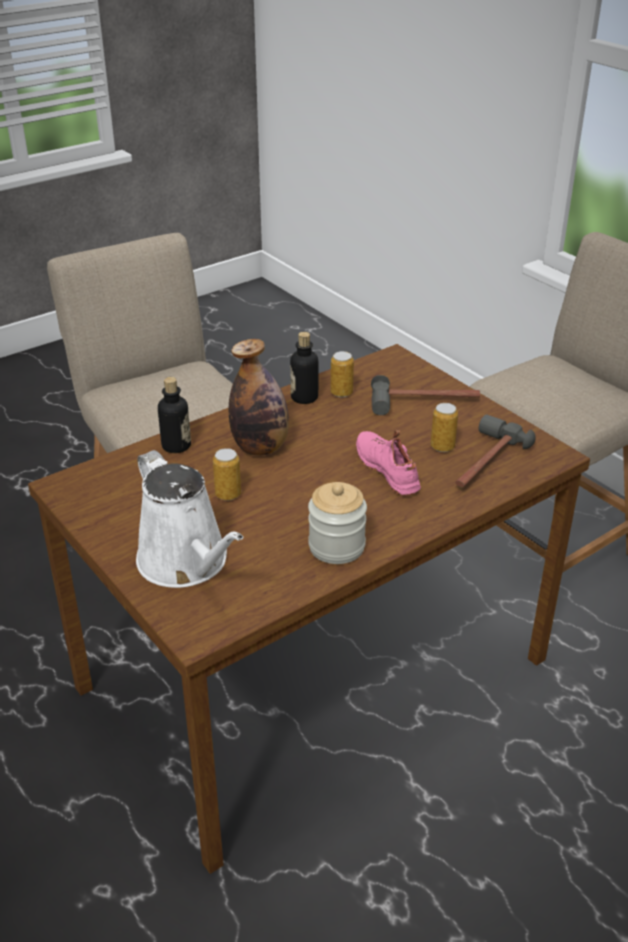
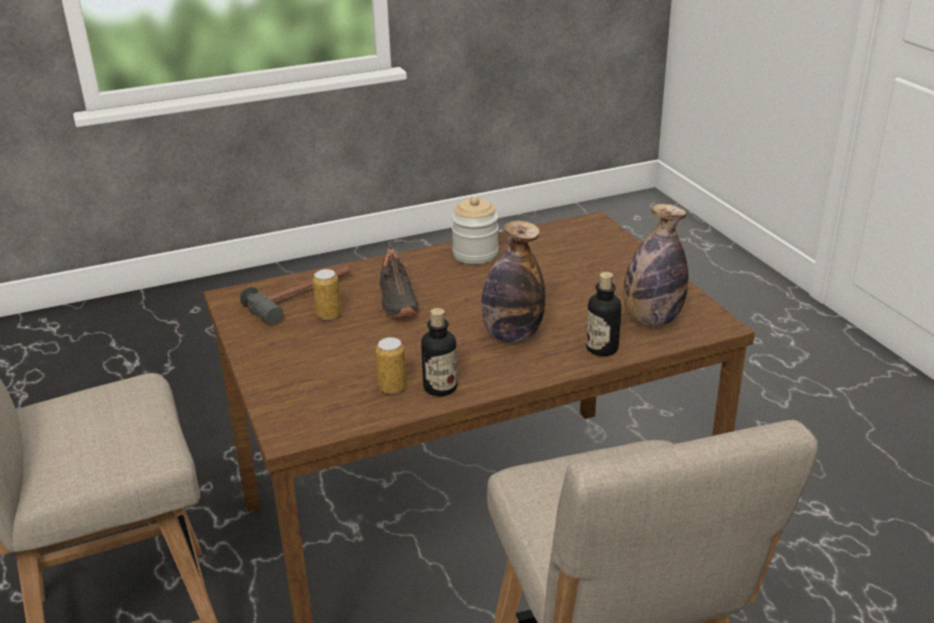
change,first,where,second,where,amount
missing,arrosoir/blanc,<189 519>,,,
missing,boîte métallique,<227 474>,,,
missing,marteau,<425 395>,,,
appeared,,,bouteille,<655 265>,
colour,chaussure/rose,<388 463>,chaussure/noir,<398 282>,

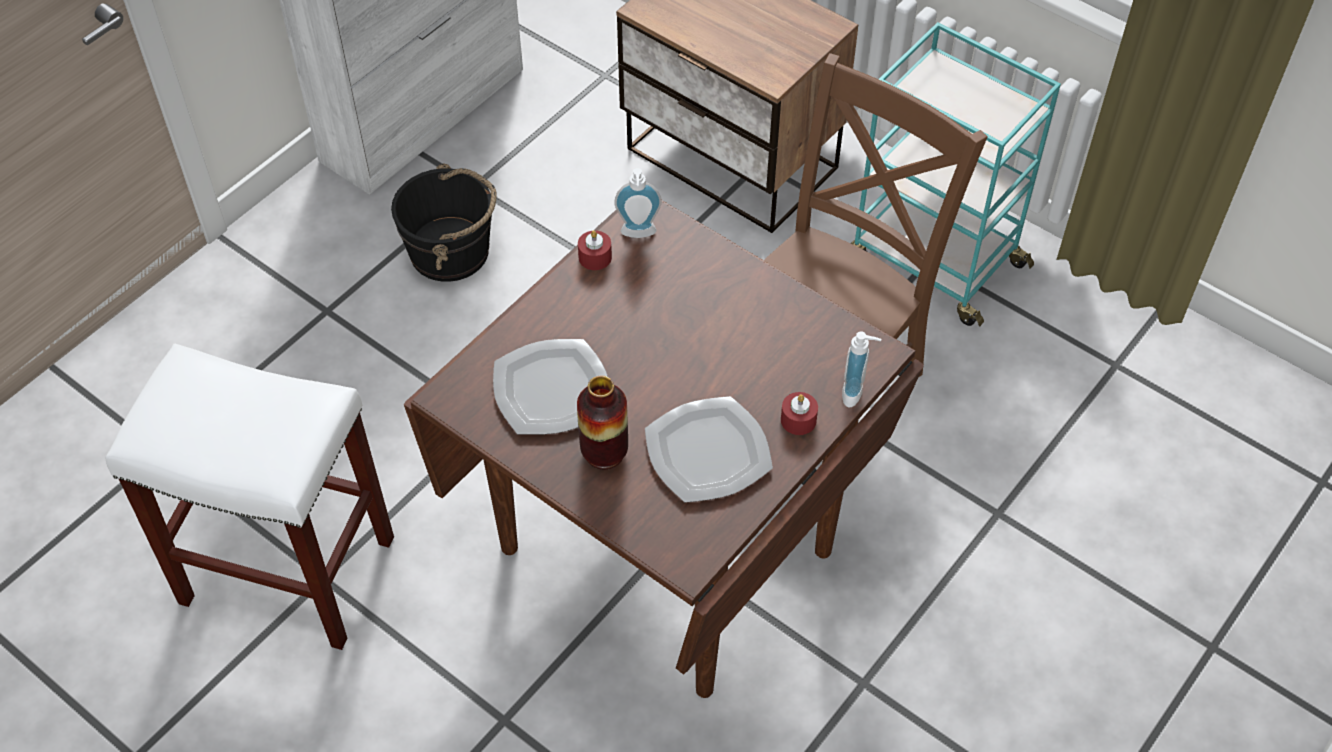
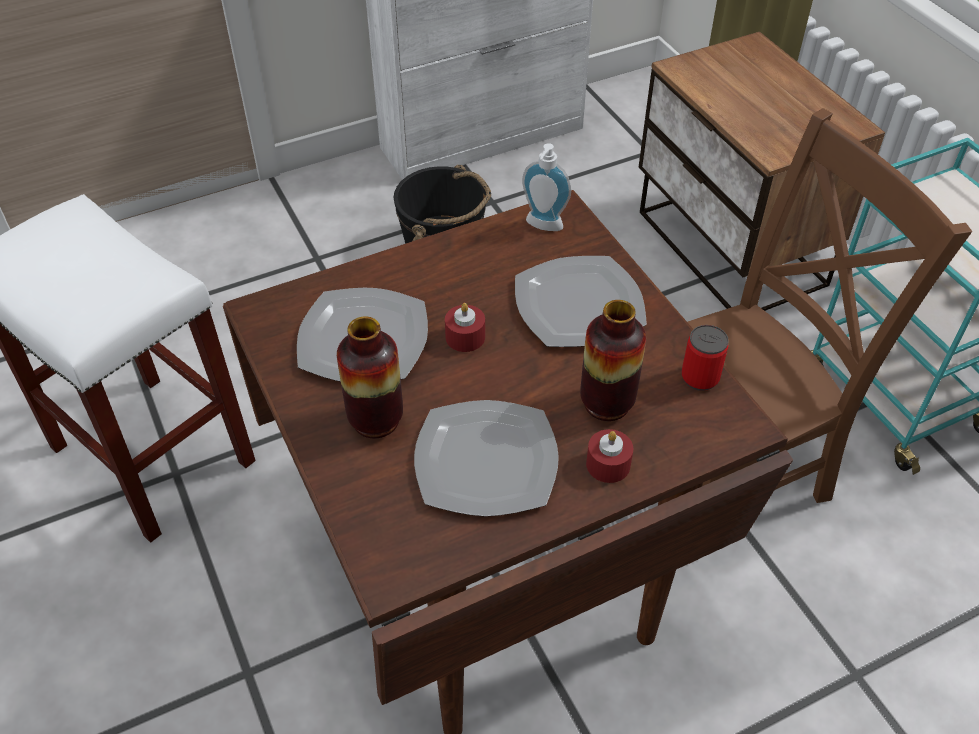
change,first,where,second,where,amount
missing,distributeur de savon,<861 369>,,,
appeared,,,assiette,<581 301>,
appeared,,,vase,<613 360>,
appeared,,,boîte métallique,<705 358>,
relocated,bougie/rouge,<595 250>,,<465 327>,

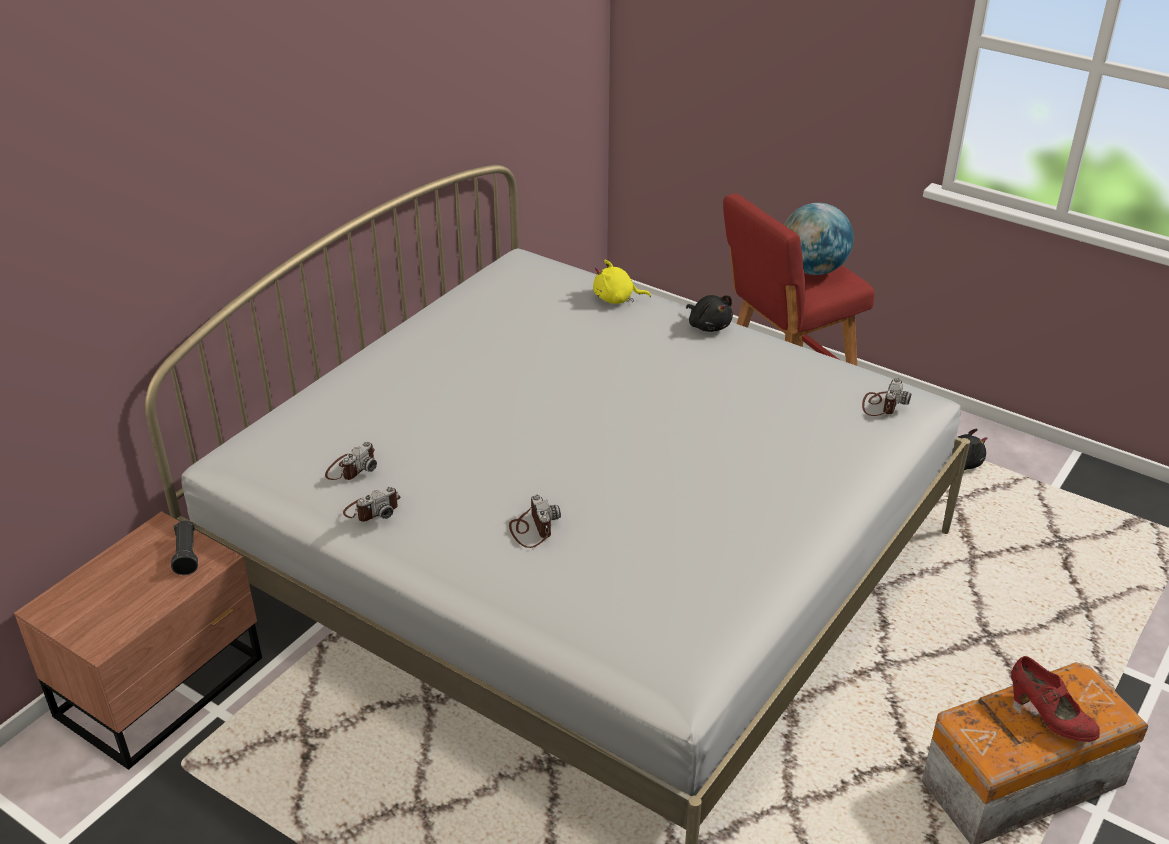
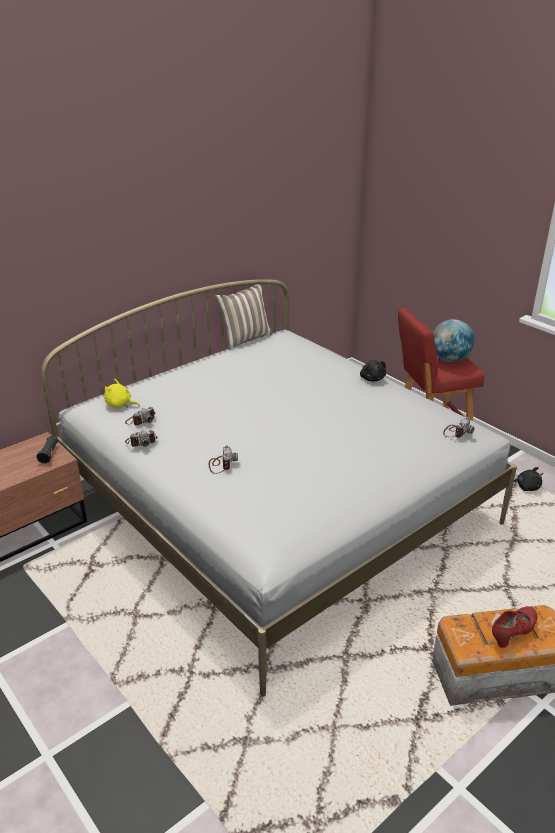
change,first,where,second,where,amount
appeared,,,coussin,<243 316>,
relocated,peluche/jaune,<622 282>,,<122 393>,
spun,chaussure/rouge,<1055 699>,,<515 627>,105 degrees counterclockwise

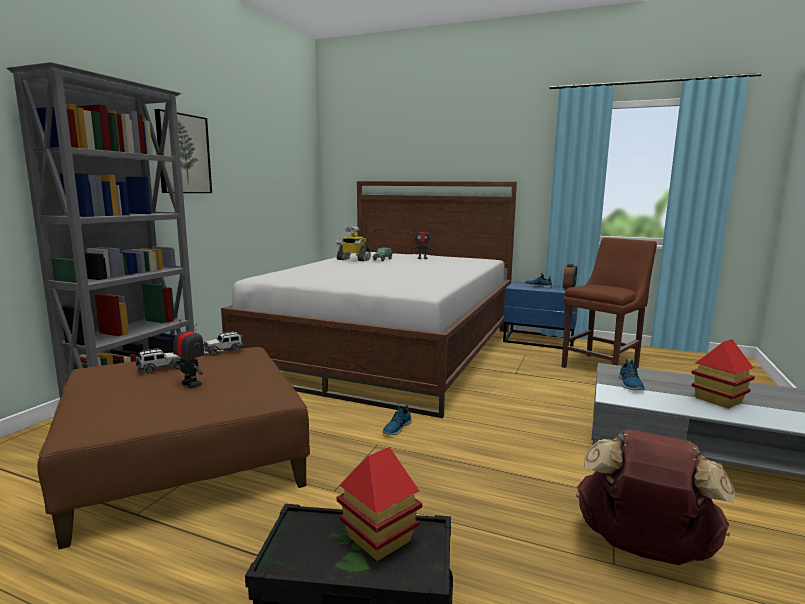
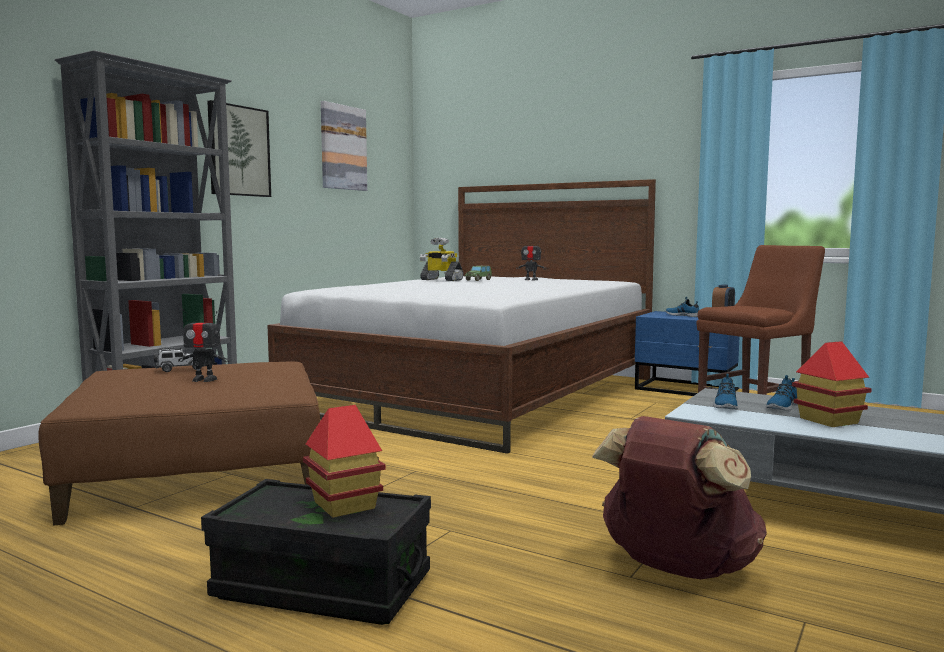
change,first,where,second,where,amount
missing,petite voiture,<224 343>,,,
appeared,,,tableau,<344 146>,
relocated,chaussure,<397 420>,,<782 393>,
spun,robot jouet,<188 354>,,<204 345>,135 degrees clockwise

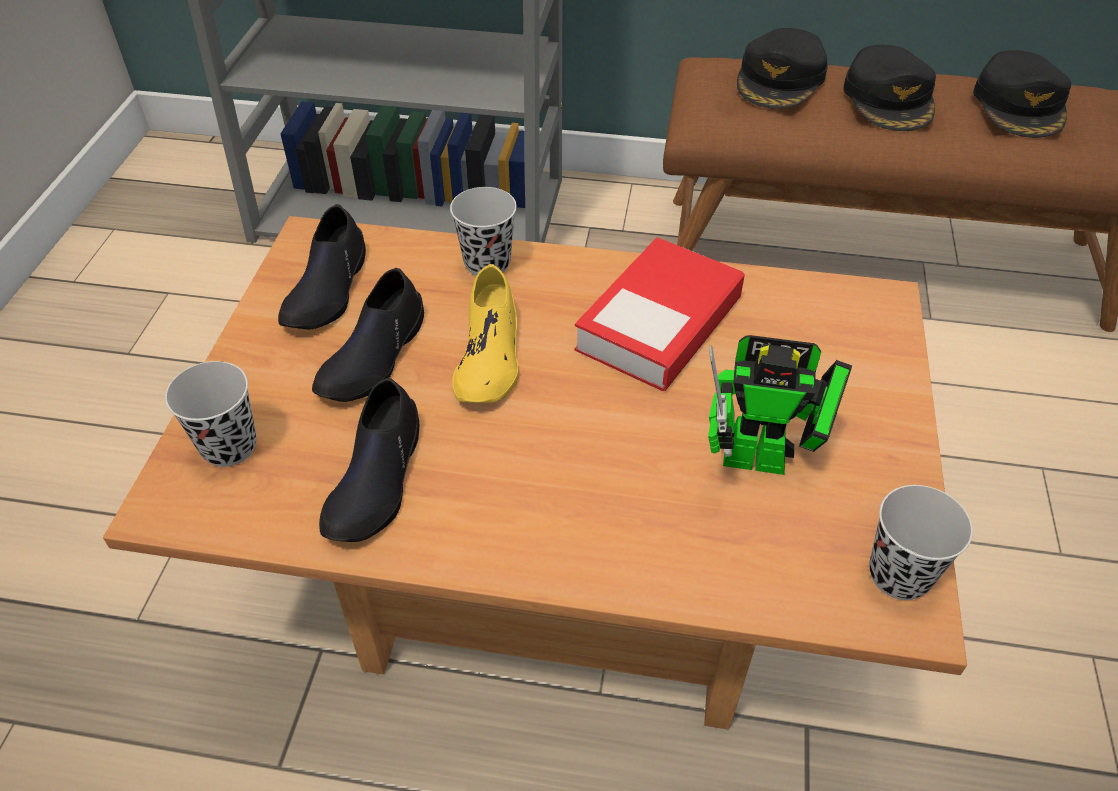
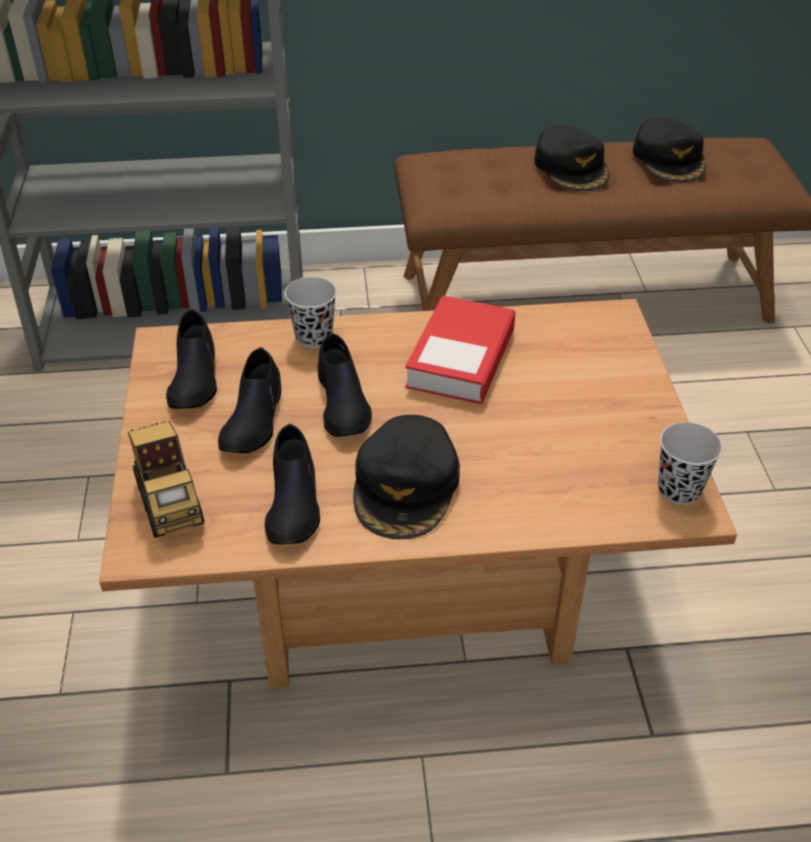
change,first,where,second,where,amount
missing,robot jouet,<780 405>,,,
relocated,casquette/noir,<782 68>,,<407 477>,
exchanged,tasse/noir,<210 414>,camion jouet,<166 479>,
colour,chaussure/jaune,<485 333>,chaussure/noir,<344 385>,

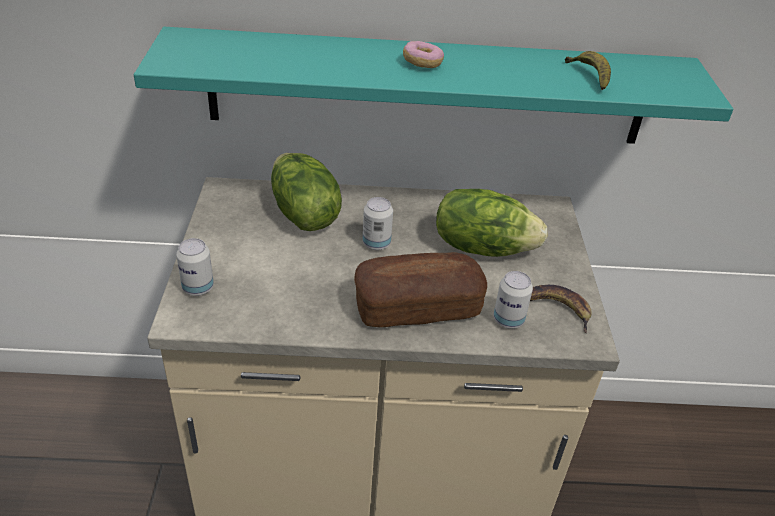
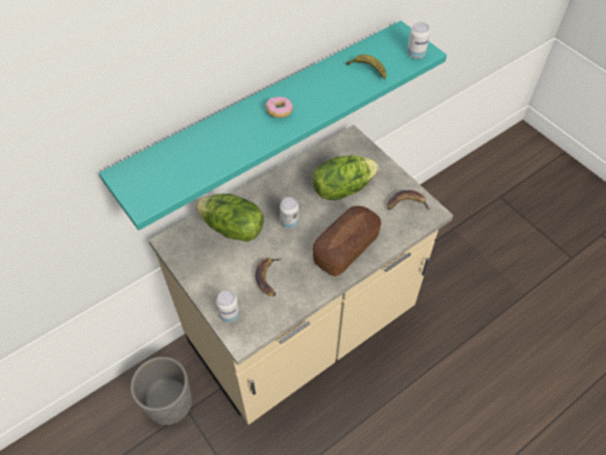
change,first,where,second,where,amount
appeared,,,cache-pot/gris,<161 391>,
appeared,,,banane,<268 277>,
relocated,boîte métallique,<513 300>,,<418 40>,

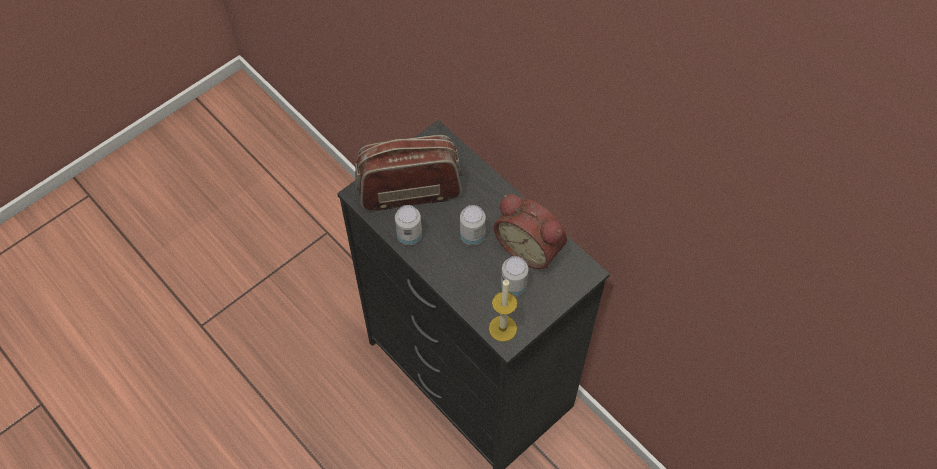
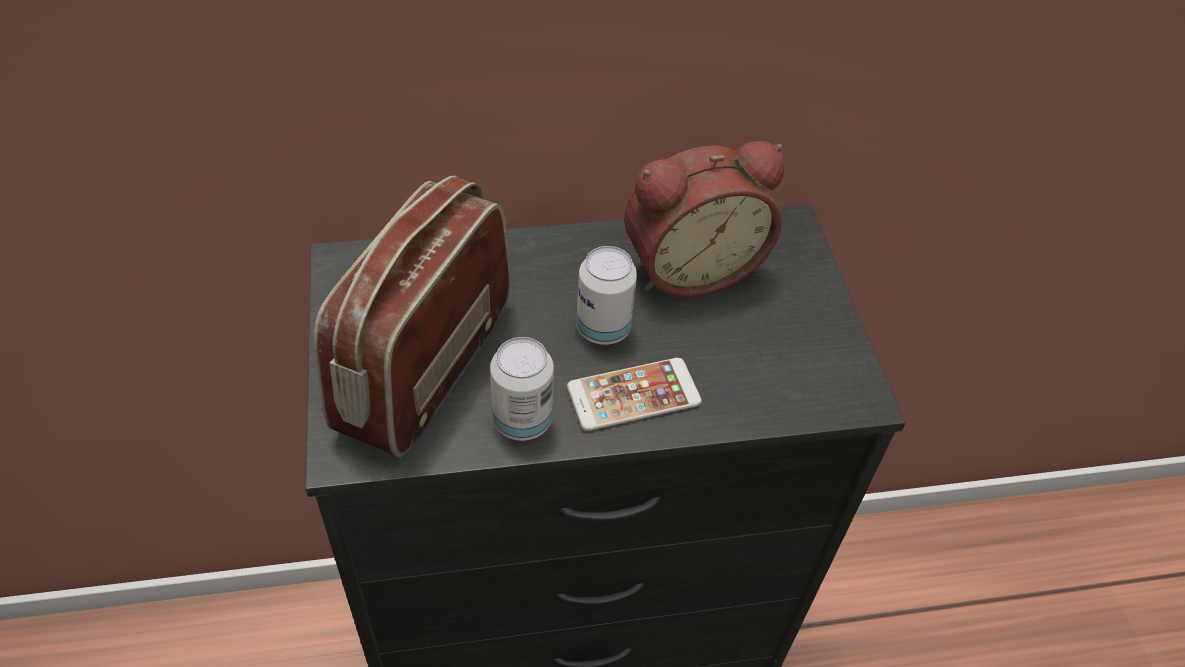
change,first,where,second,where,amount
missing,bougie,<503 310>,,,
missing,boîte métallique,<514 276>,,,
appeared,,,téléphone,<634 394>,

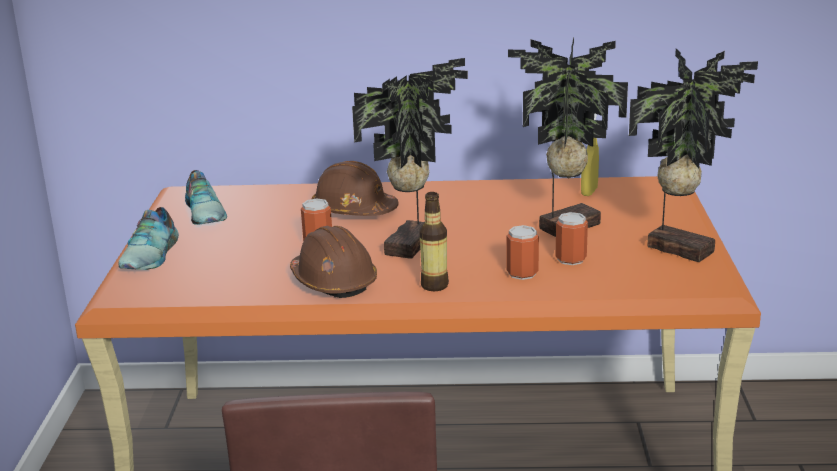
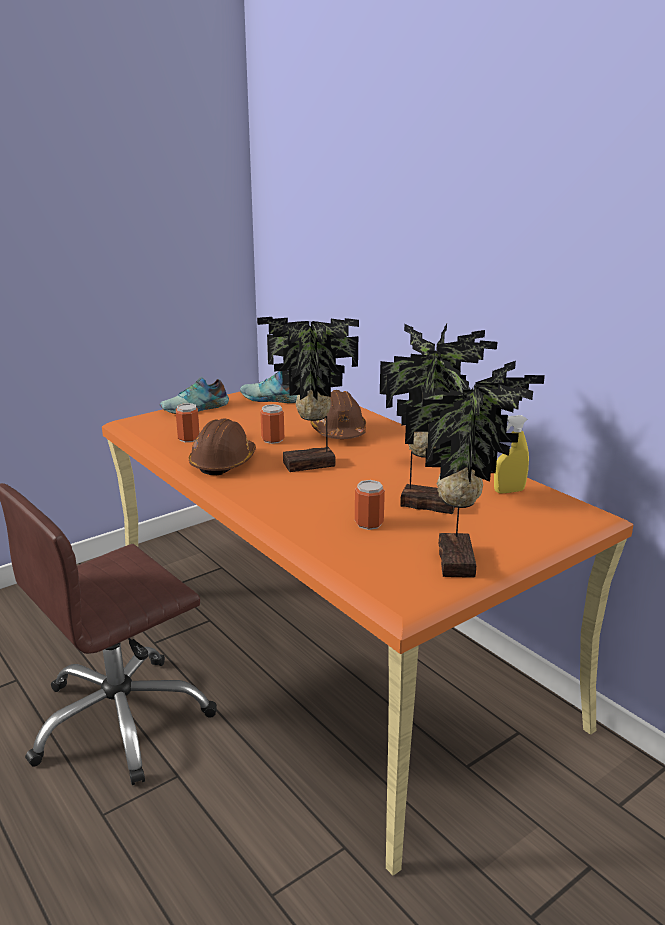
change,first,where,second,where,amount
missing,bouteille,<434 241>,,,
relocated,boîte métallique,<522 252>,,<188 422>,
spun,chaussure,<206 197>,,<269 387>,75 degrees clockwise

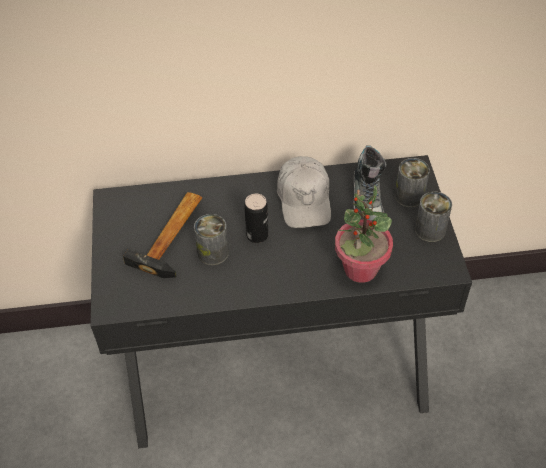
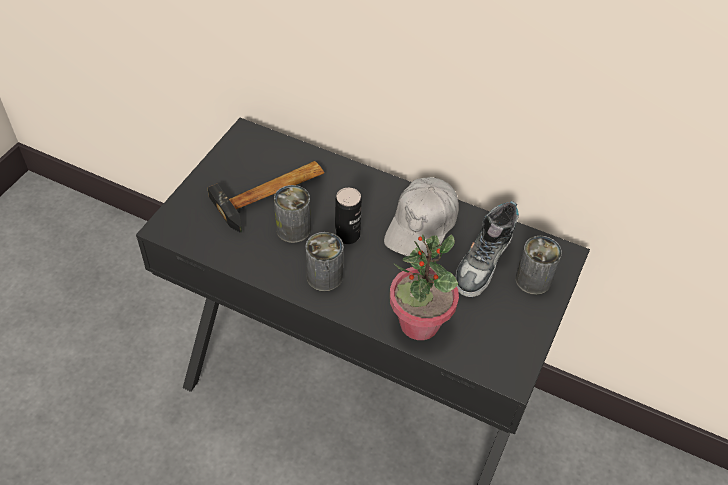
change,first,where,second,where,amount
relocated,boîte métallique,<433 216>,,<324 261>,

